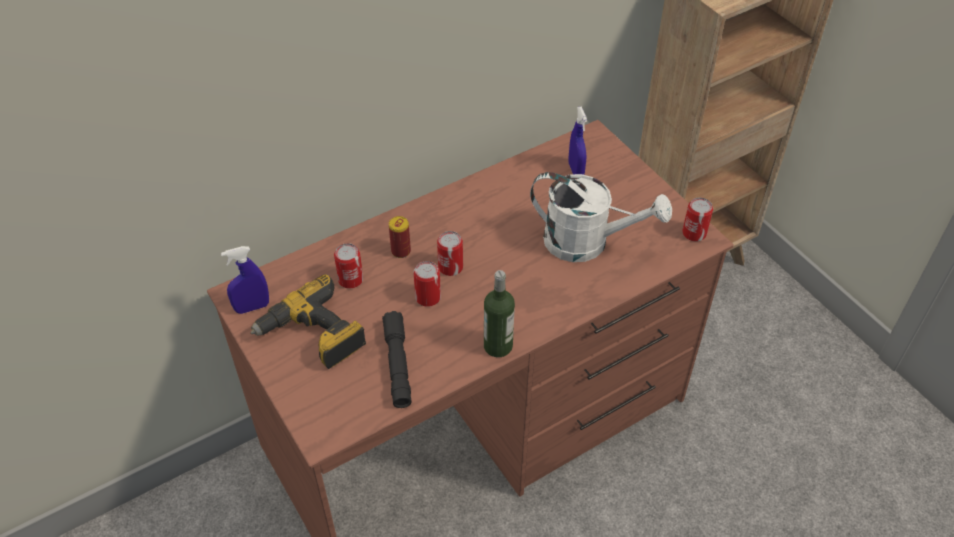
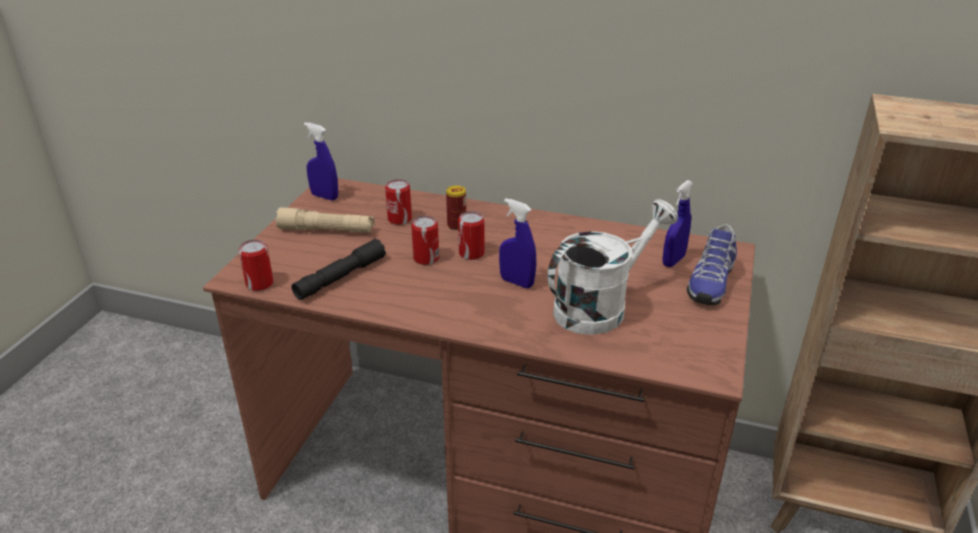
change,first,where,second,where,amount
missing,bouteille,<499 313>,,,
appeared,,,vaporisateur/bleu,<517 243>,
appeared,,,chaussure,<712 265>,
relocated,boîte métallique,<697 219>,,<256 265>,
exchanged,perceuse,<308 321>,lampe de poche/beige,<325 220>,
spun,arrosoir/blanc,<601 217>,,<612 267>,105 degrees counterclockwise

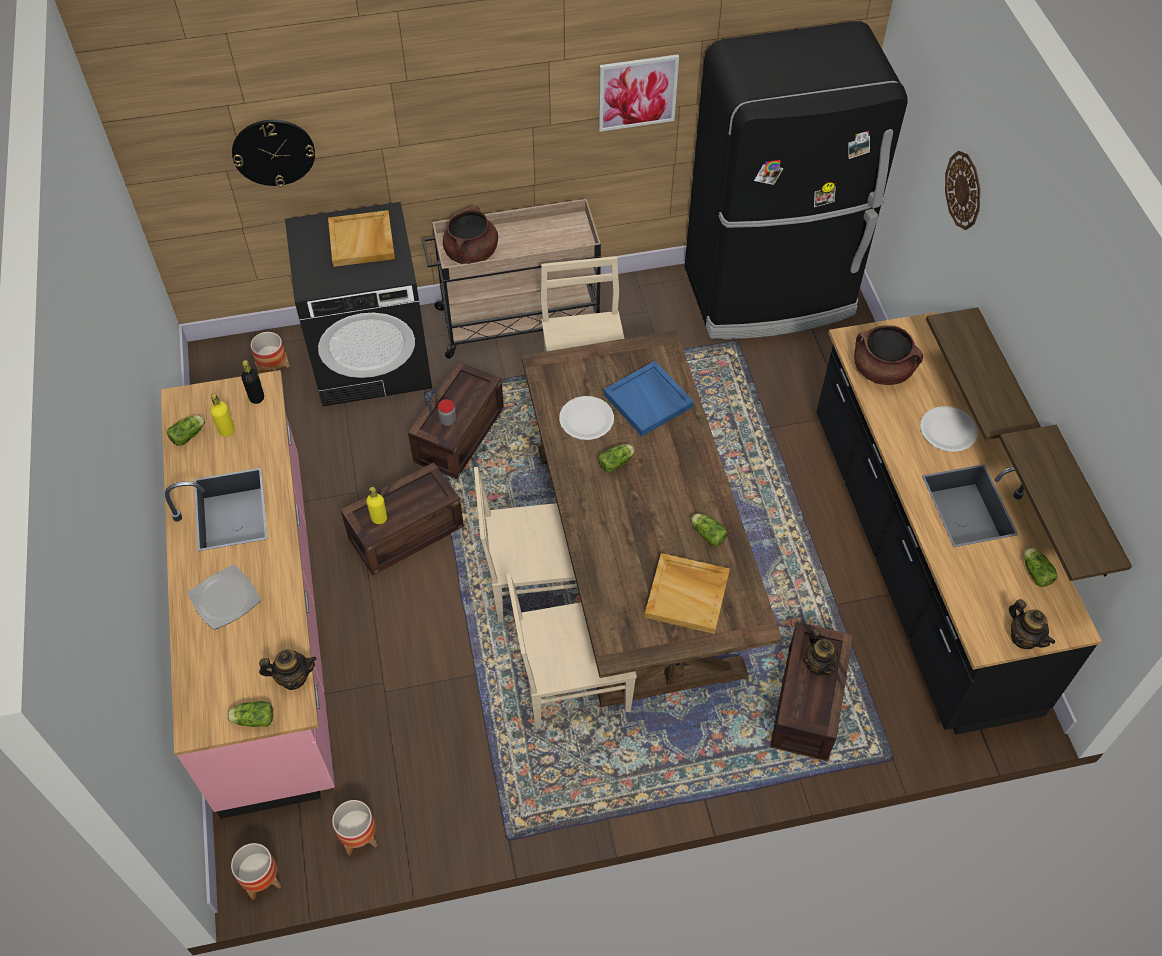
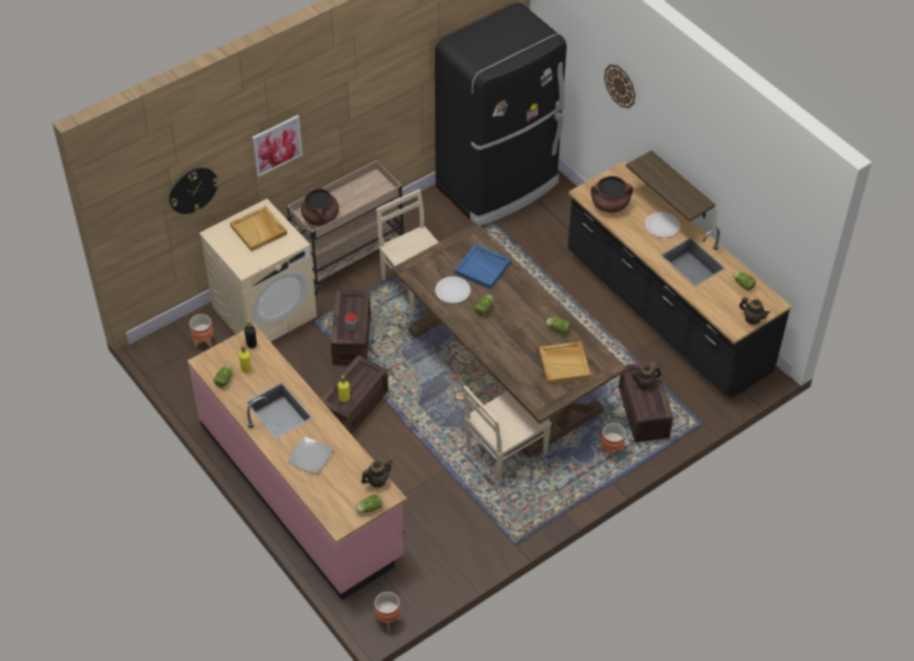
change,first,where,second,where,amount
missing,chaise/beige,<526 544>,,,
missing,étagère,<1065 503>,,,
relocated,cache-pot,<354 827>,,<613 441>,
relocated,tableau,<639 93>,,<277 146>,
colour,lave-linge/noir,<358 304>,lave-linge/beige,<258 270>,
spun,théière,<821 652>,,<646 377>,120 degrees clockwise

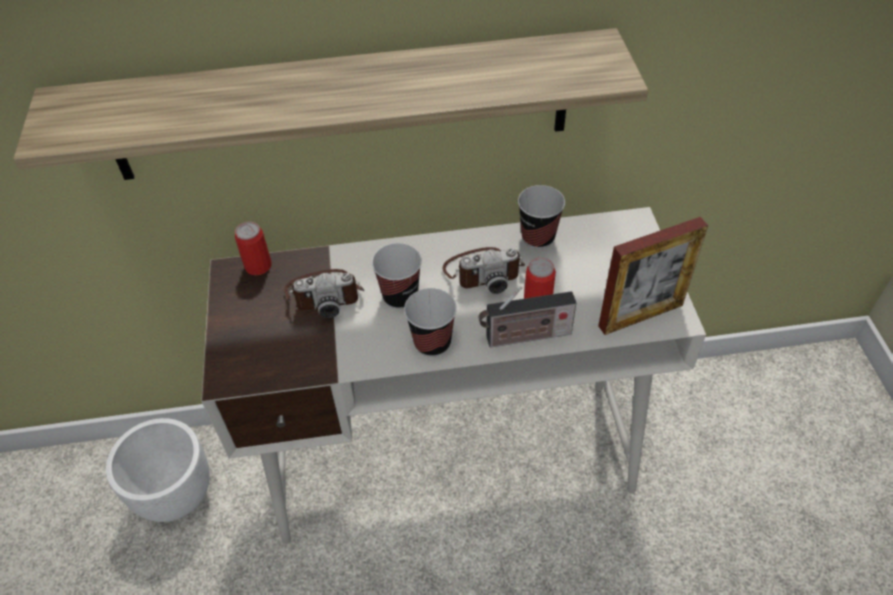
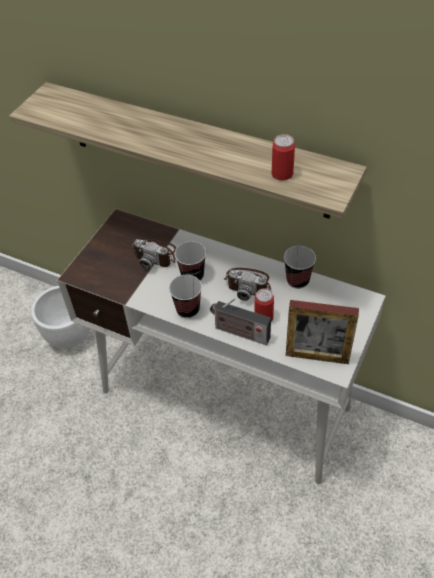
change,first,where,second,where,amount
relocated,boîte métallique,<253 248>,,<283 157>,

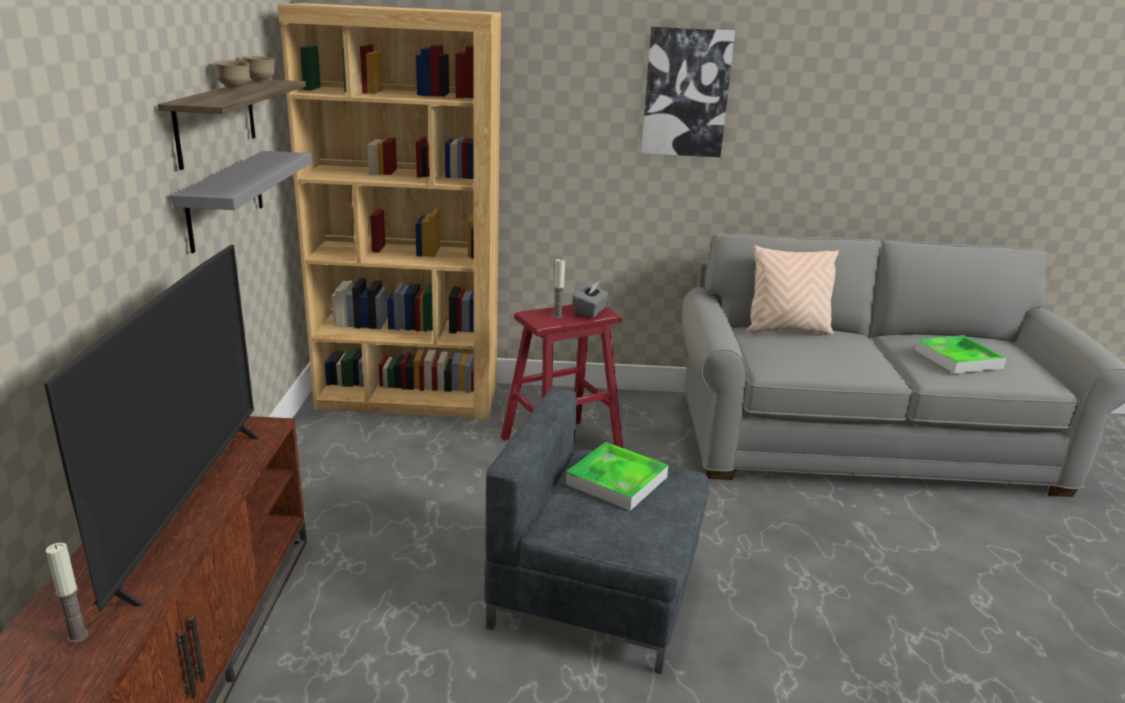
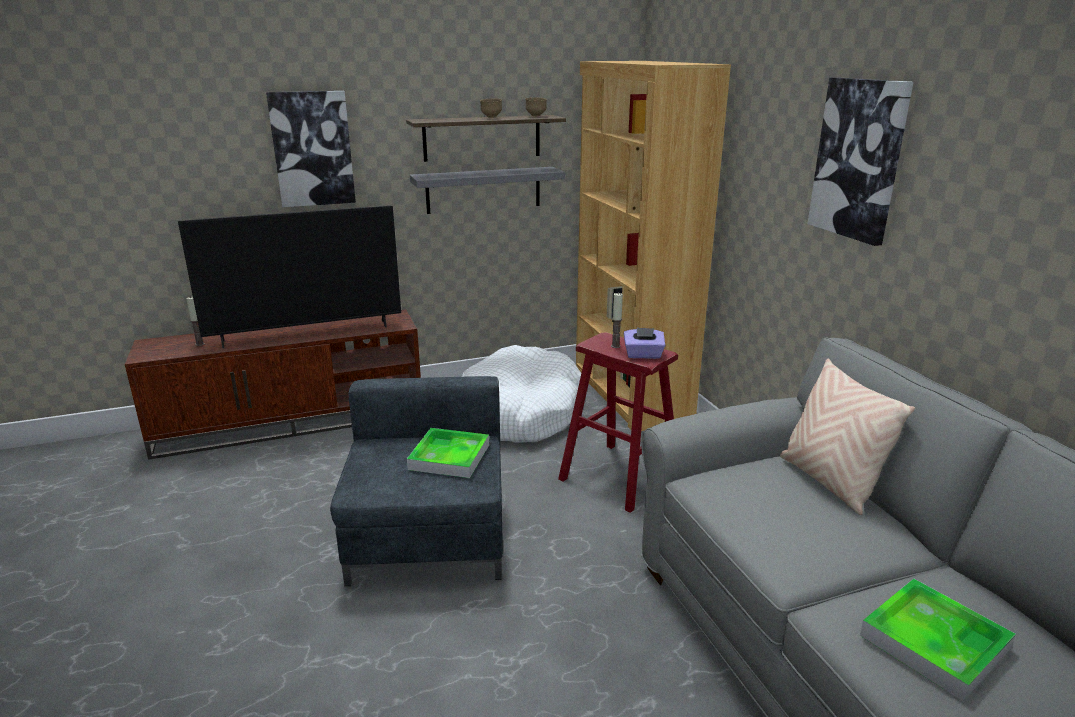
change,first,where,second,where,amount
appeared,,,tableau,<311 149>,
appeared,,,panier pour chien/blanc,<521 393>,
colour,boîte à mouchoirs/gris,<591 299>,boîte à mouchoirs/violet,<645 343>,

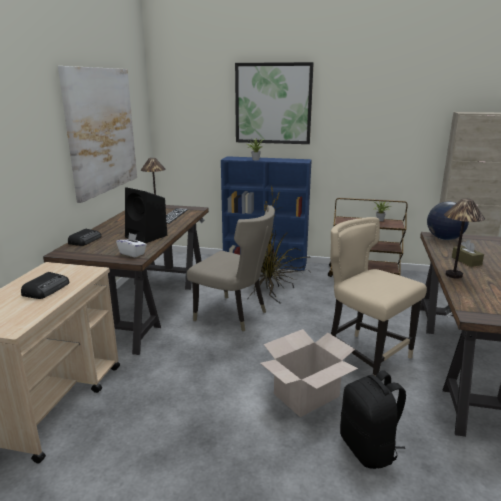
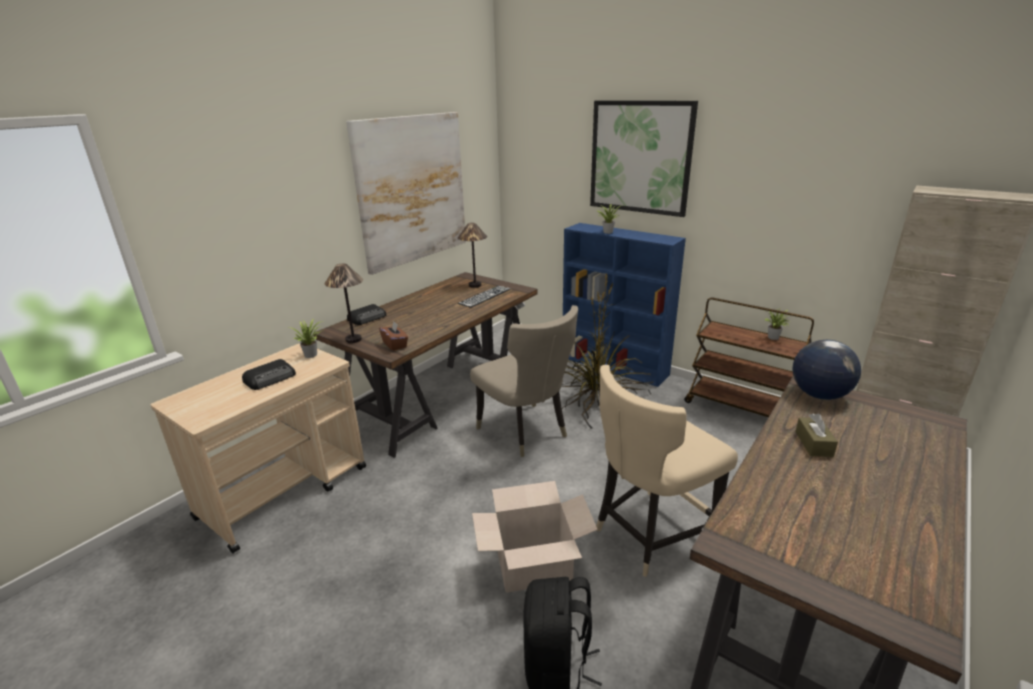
change,first,where,second,where,amount
missing,enceinte/noir,<146 215>,,,
appeared,,,plante en pot,<305 338>,
relocated,lampe de table,<464 238>,,<344 303>,
colour,boîte à mouchoirs/blanc,<131 245>,boîte à mouchoirs/marron,<393 336>,
spun,chaise/beige,<378 296>,,<667 471>,105 degrees counterclockwise

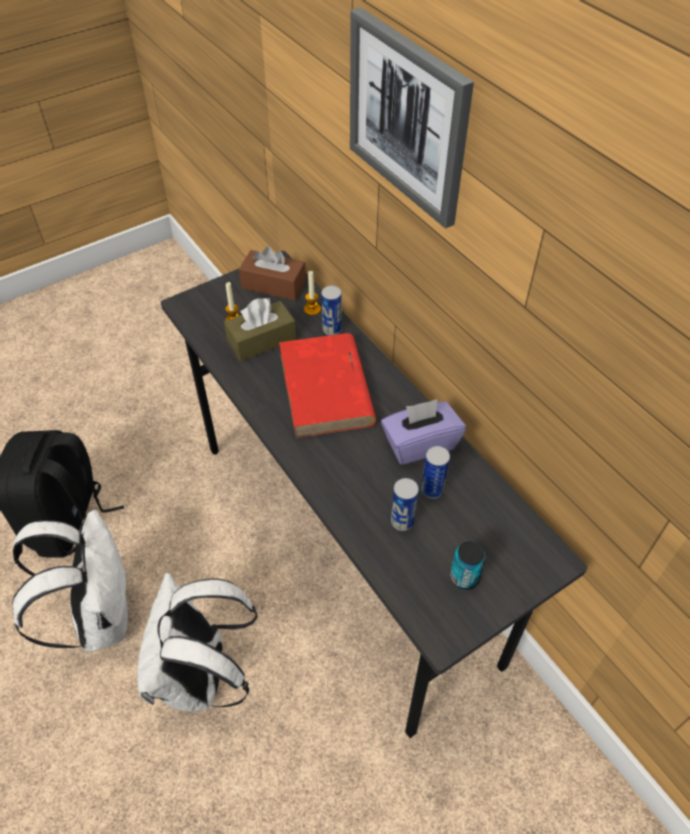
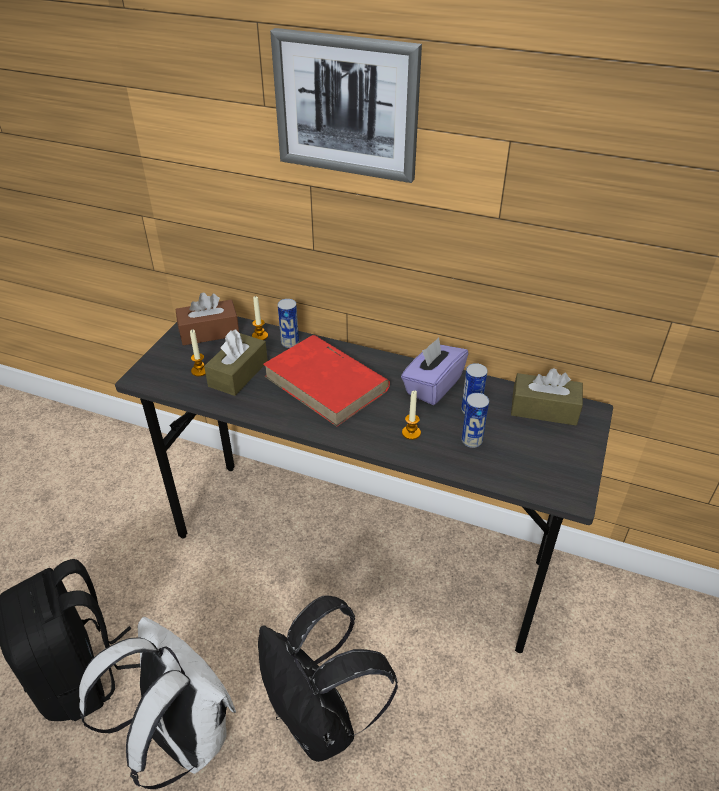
change,first,where,second,where,amount
missing,boîte métallique,<468 565>,,,
appeared,,,bougie,<411 415>,
appeared,,,boîte à mouchoirs/marron,<547 396>,
colour,sac à dos/blanc,<197 642>,sac à dos/noir,<328 679>,

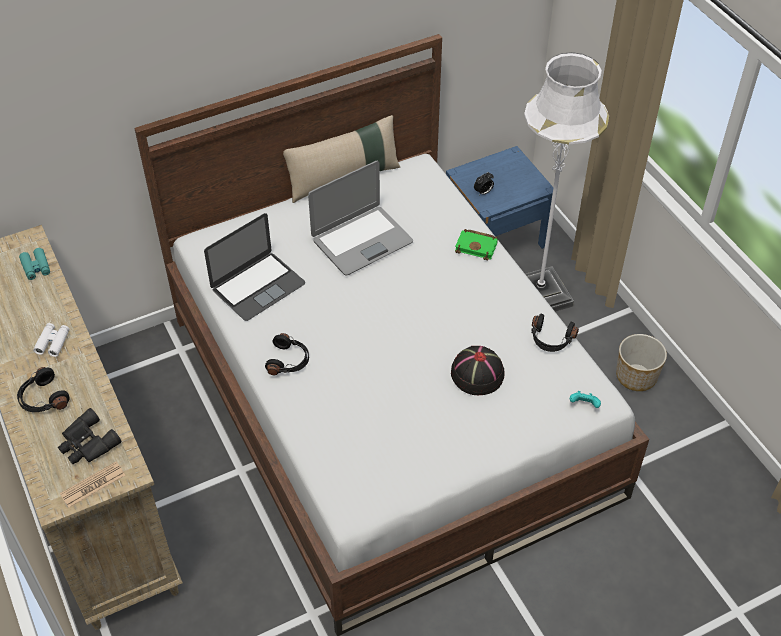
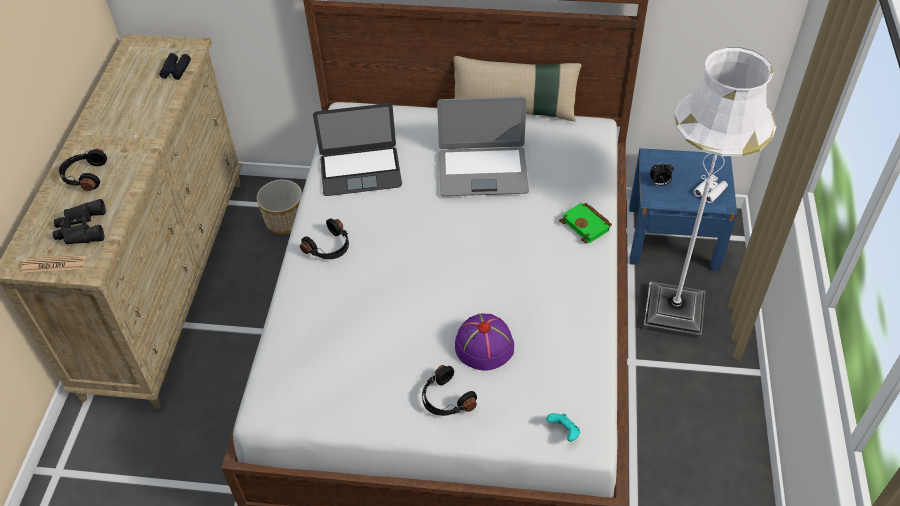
change,first,where,second,where,amount
relocated,jumelles/blanc,<51 340>,,<710 189>,
relocated,casque audio/noir,<555 333>,,<449 390>,
relocated,cache-pot,<641 362>,,<279 207>,
colour,jumelles/turquoise,<34 264>,jumelles/noir,<175 66>,
colour,chapeau/noir,<478 370>,chapeau/violet,<484 342>,

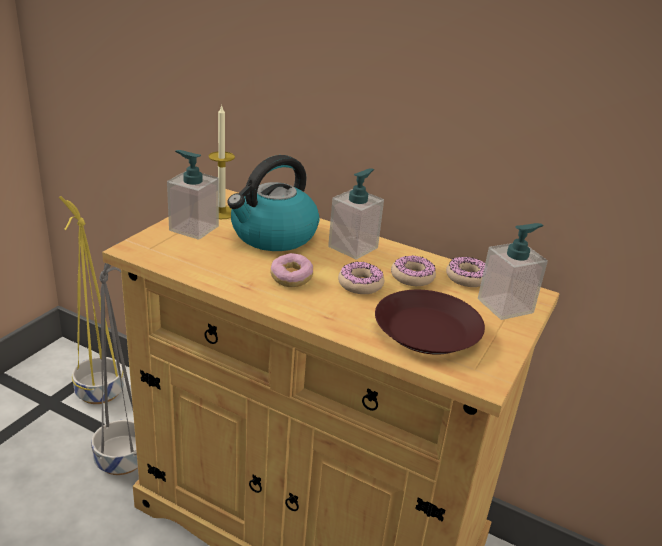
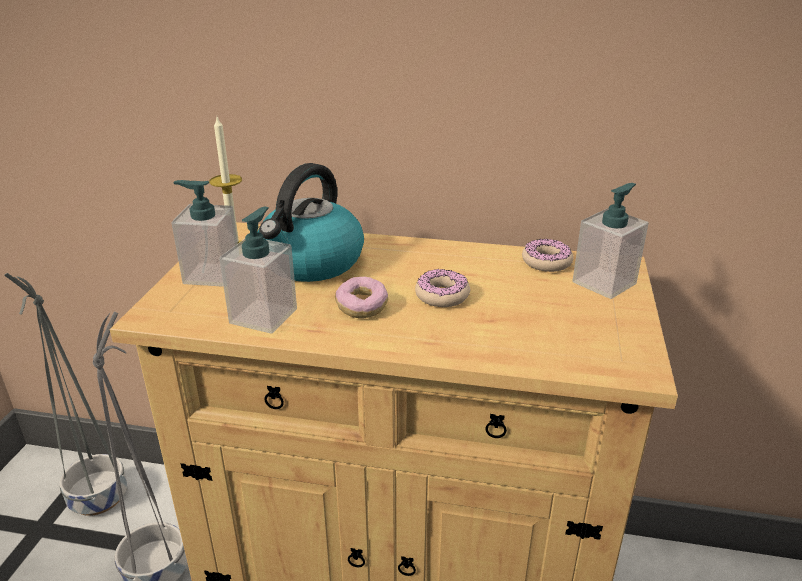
change,first,where,second,where,amount
missing,assiette/marron,<430 322>,,,
missing,beignet,<413 271>,,,
relocated,distributeur de savon,<356 213>,,<258 270>,
colour,cache-pot/jaune,<91 300>,cache-pot/gris,<65 394>,

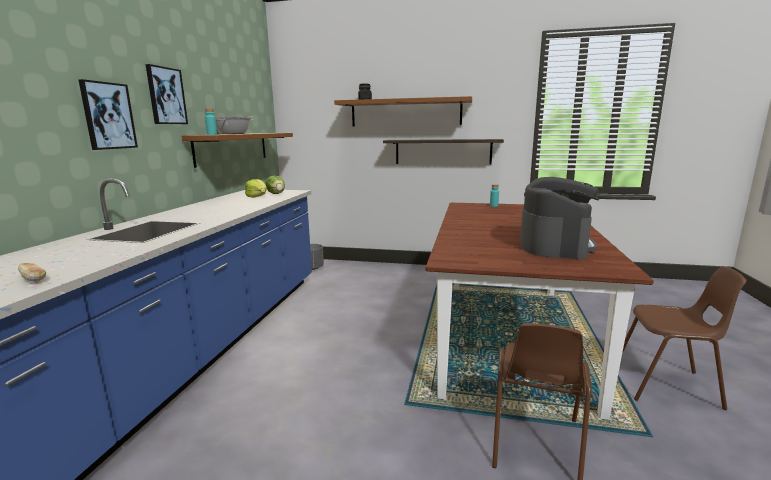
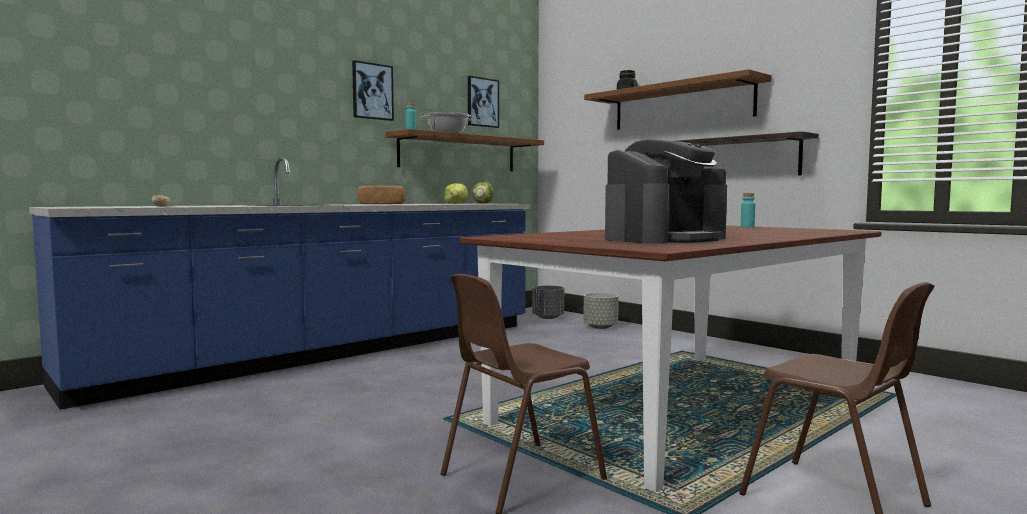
change,first,where,second,where,amount
appeared,,,pain,<381 195>,
appeared,,,cache-pot/gris,<601 310>,
relocated,tableau,<108 114>,,<483 102>,

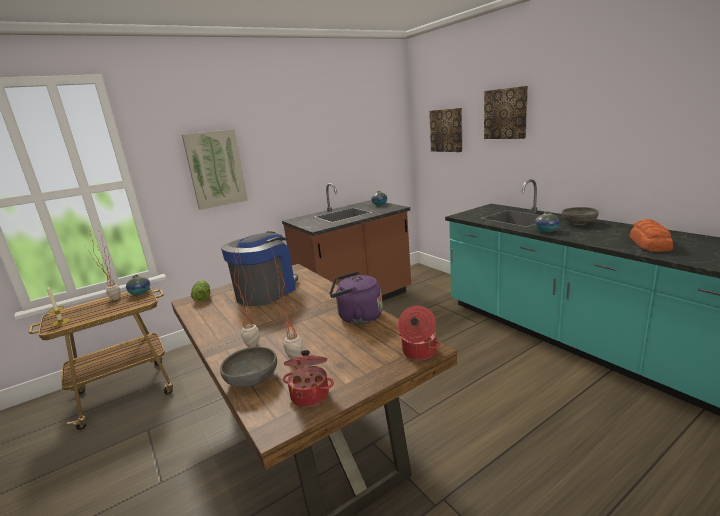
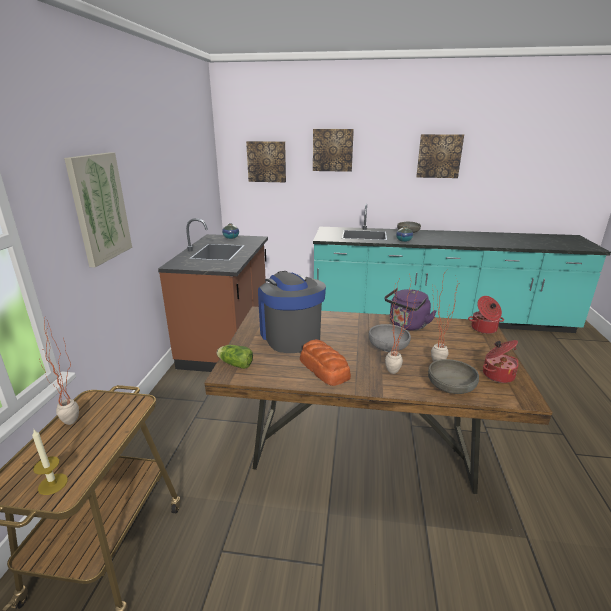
change,first,where,second,where,amount
missing,vase,<138 285>,,,
appeared,,,bol/gris,<390 338>,
appeared,,,tableau,<440 156>,
relocated,pain,<651 235>,,<325 362>,

